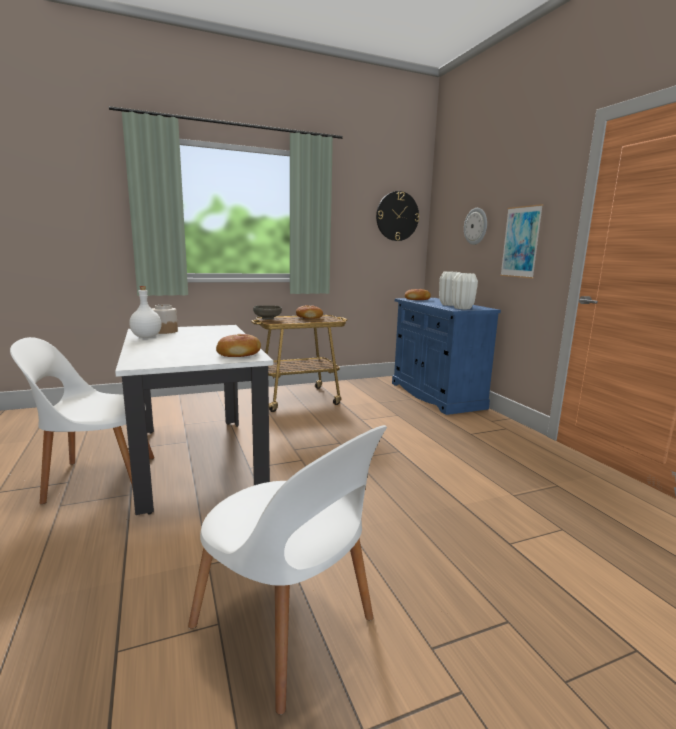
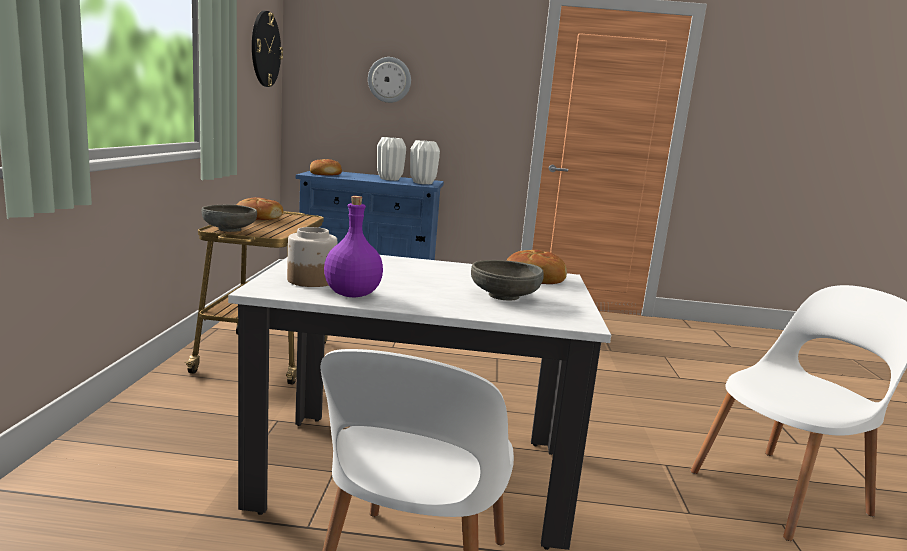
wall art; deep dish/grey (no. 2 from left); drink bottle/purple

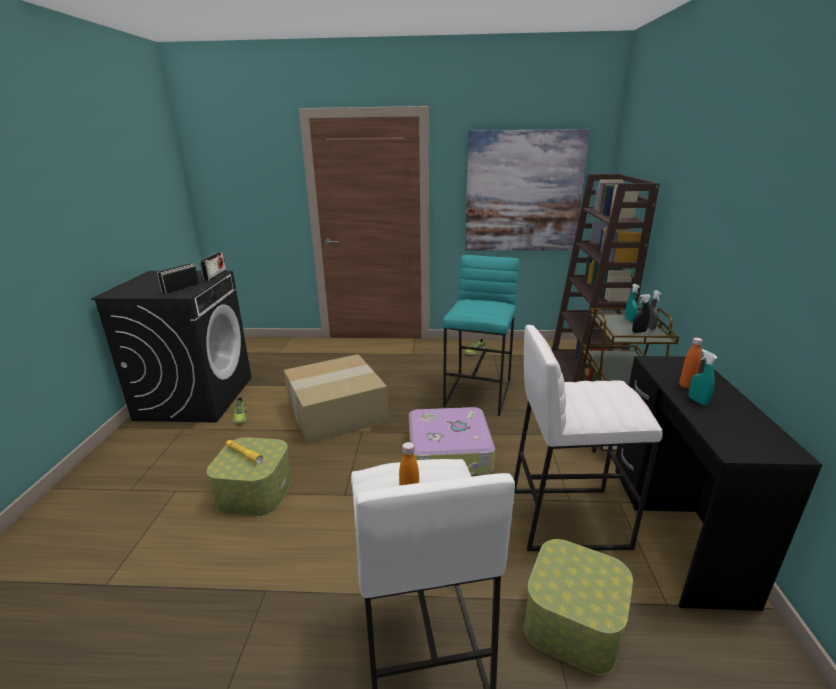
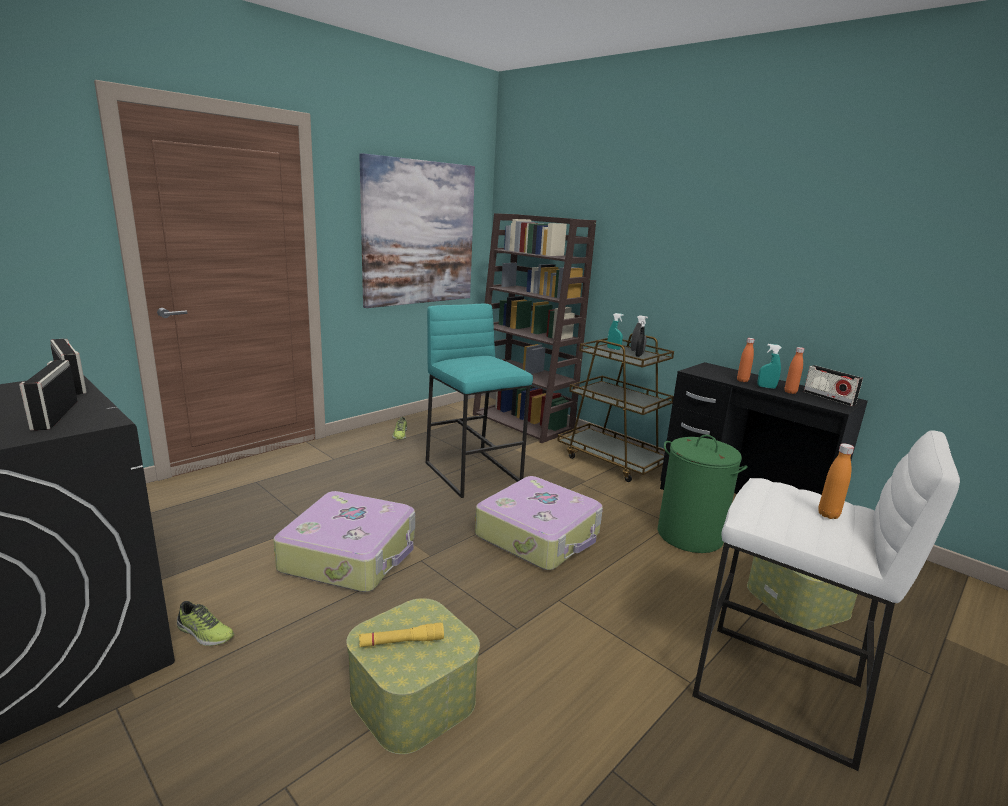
drink bottle/orangey (no. 2 from left); radio (no. 3 from left); travel case (no. 1 from left); laundry basket/greenish

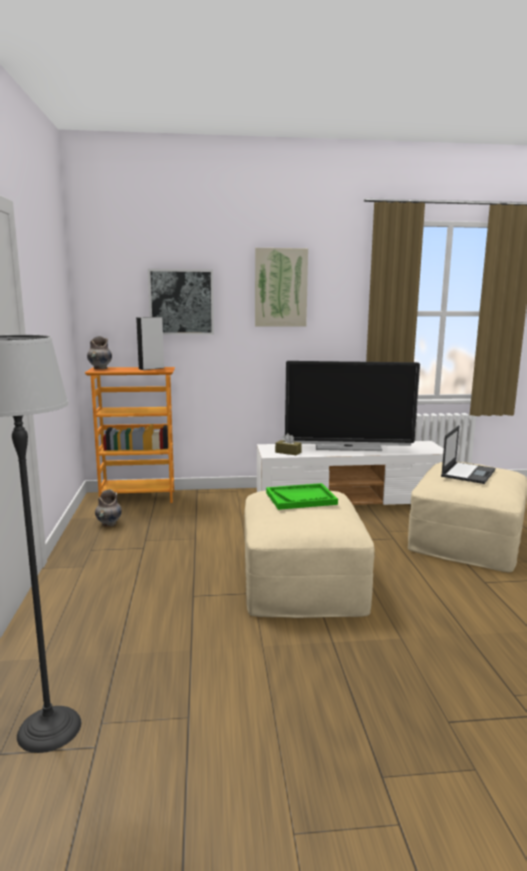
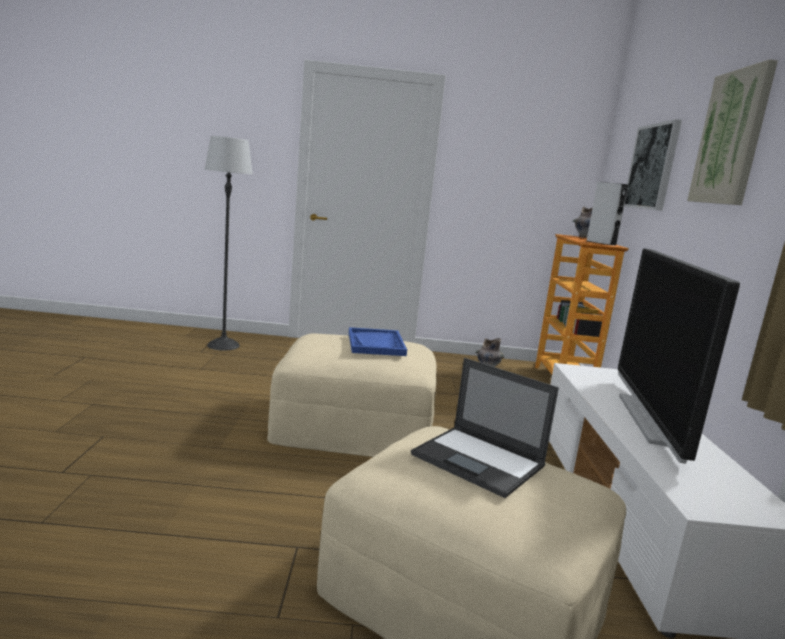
box of tissues/brown-coloured; serving tray/bluish

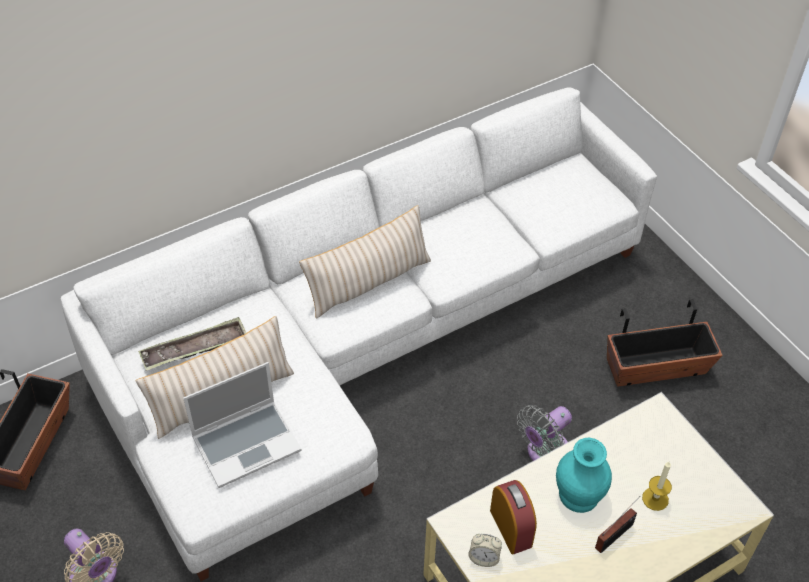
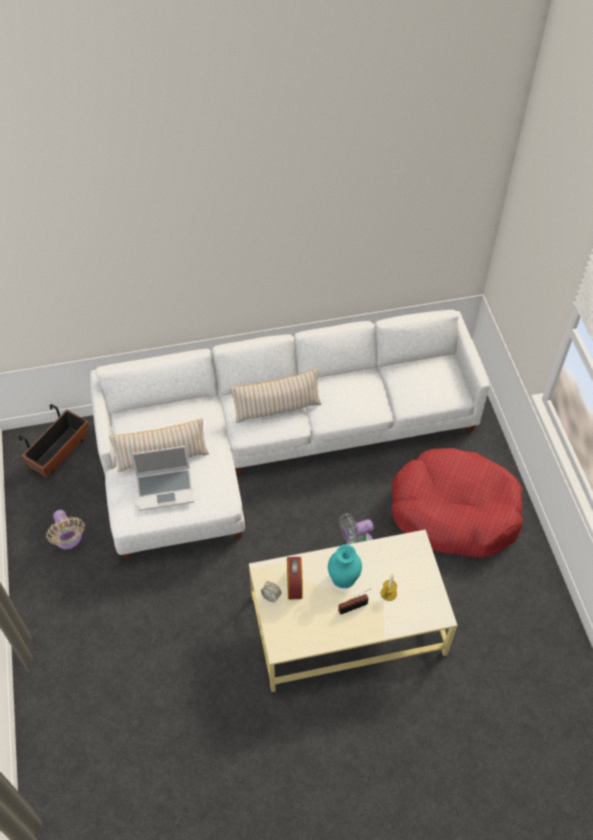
serving tray; pet bed/red

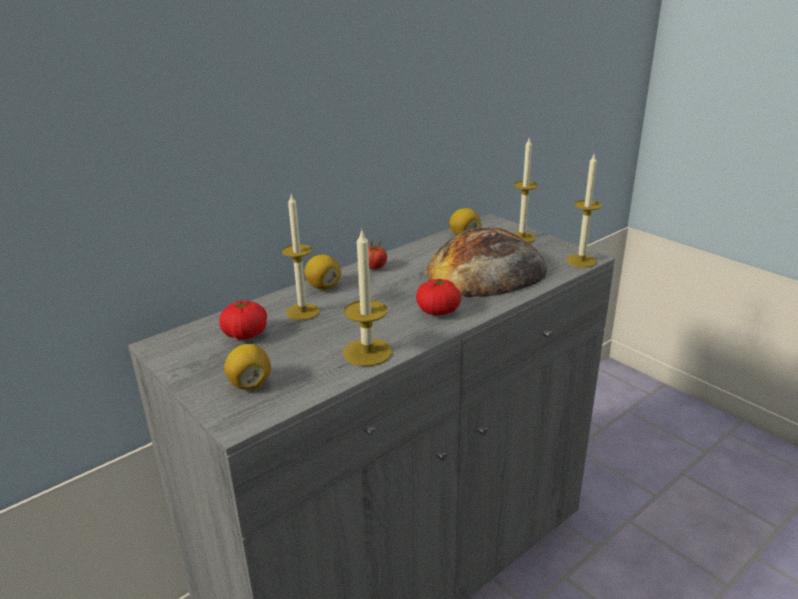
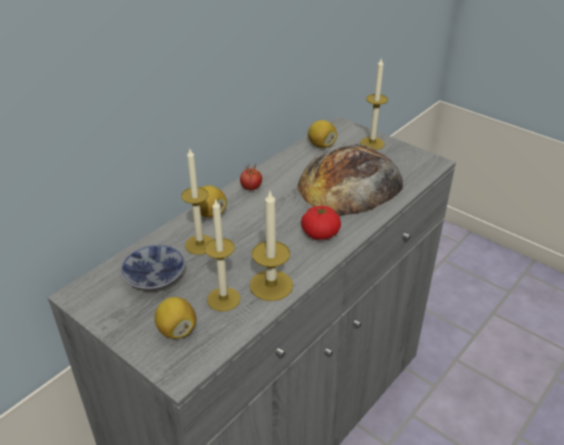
candle (no. 2 from left); deep dish

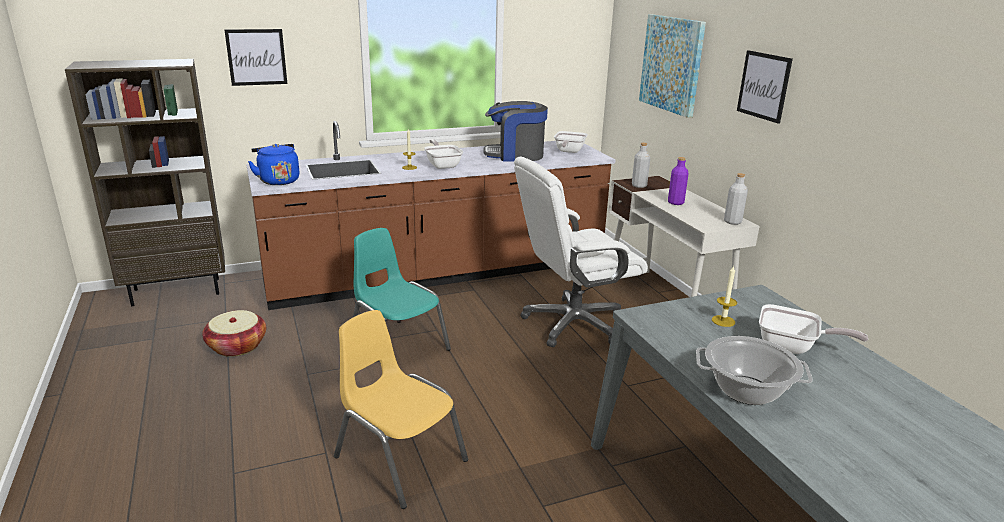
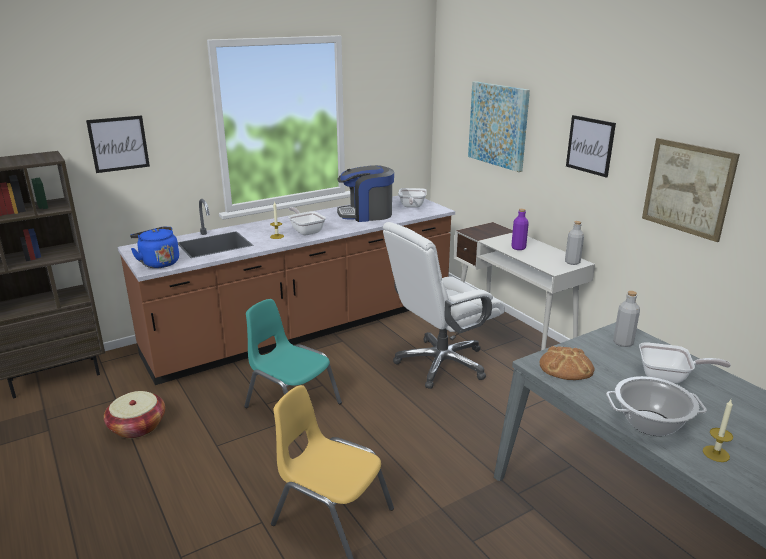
baked bread; wall art (no. 4 from left); drink bottle/grey (no. 2 from left); candle (no. 2 from left)

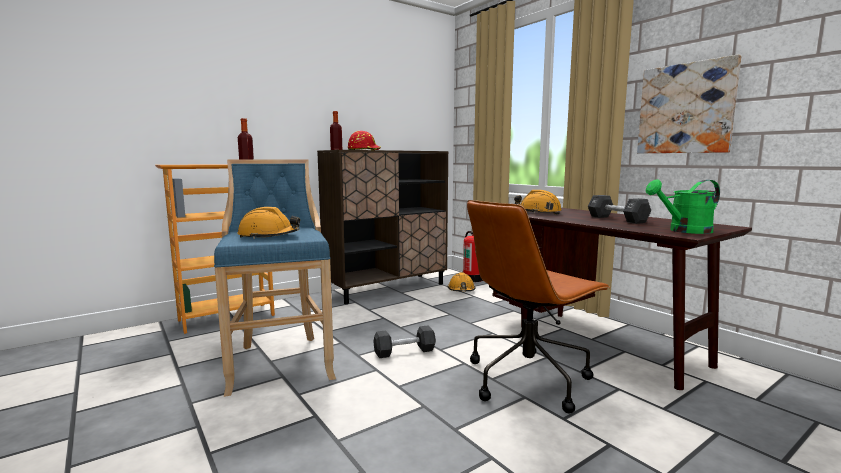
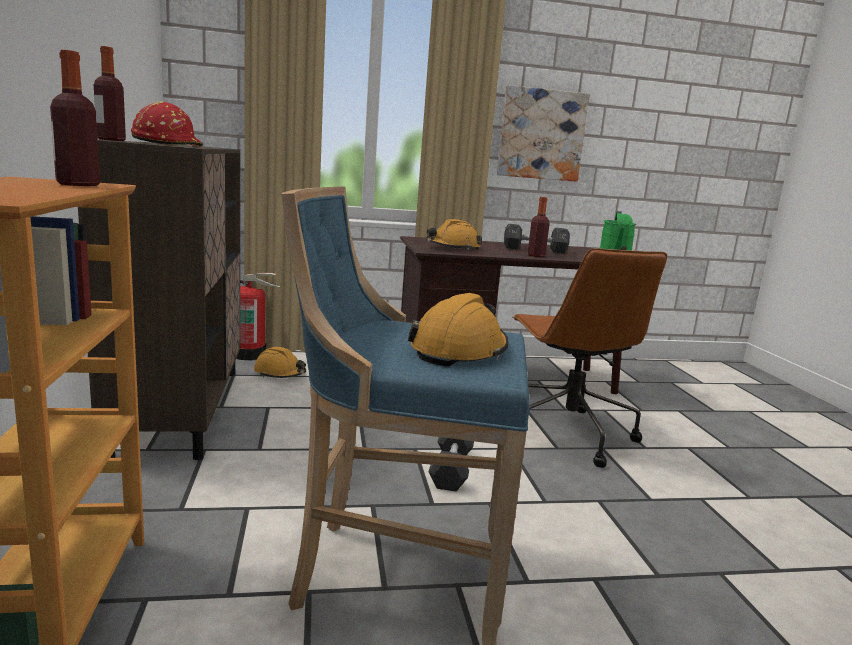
drink bottle (no. 3 from left)

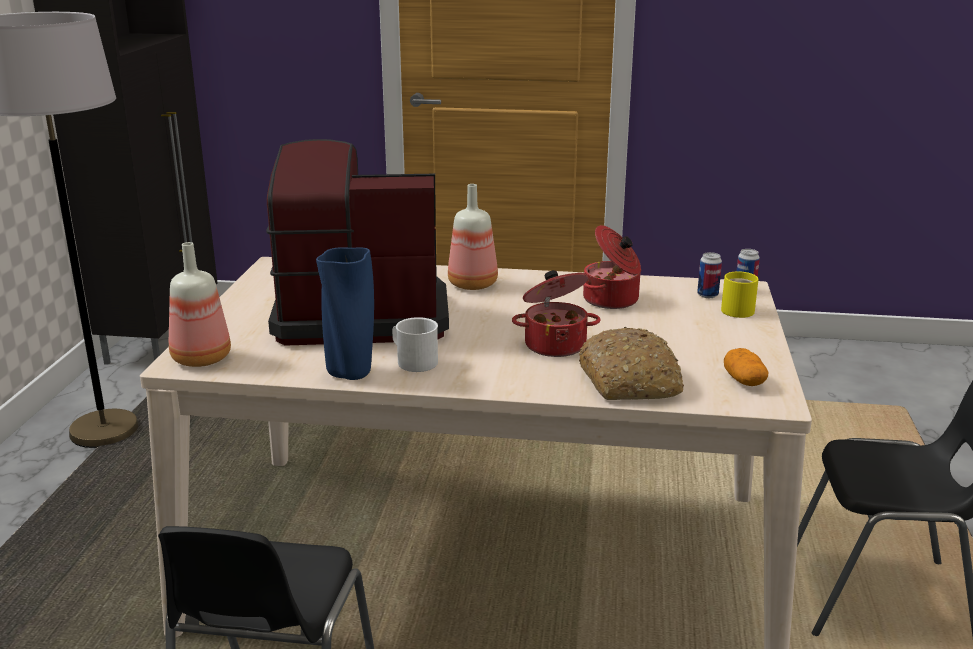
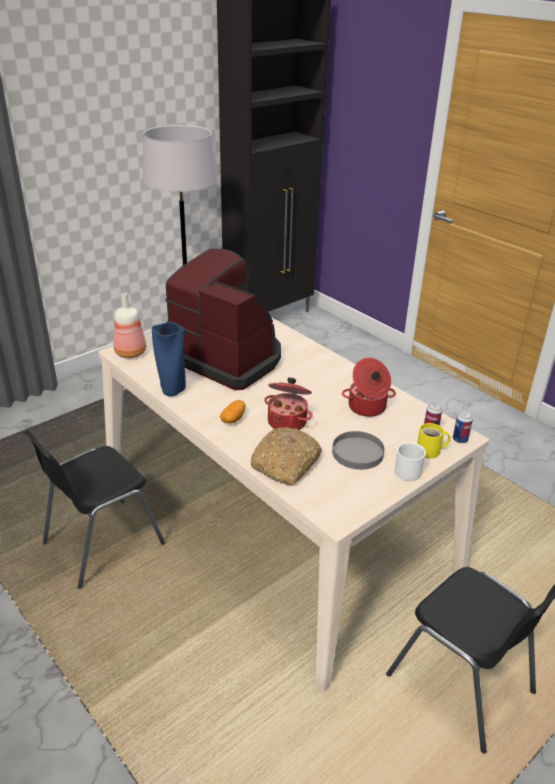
drink bottle (no. 2 from left in the first image); plate/grey; tea mug/white; potato

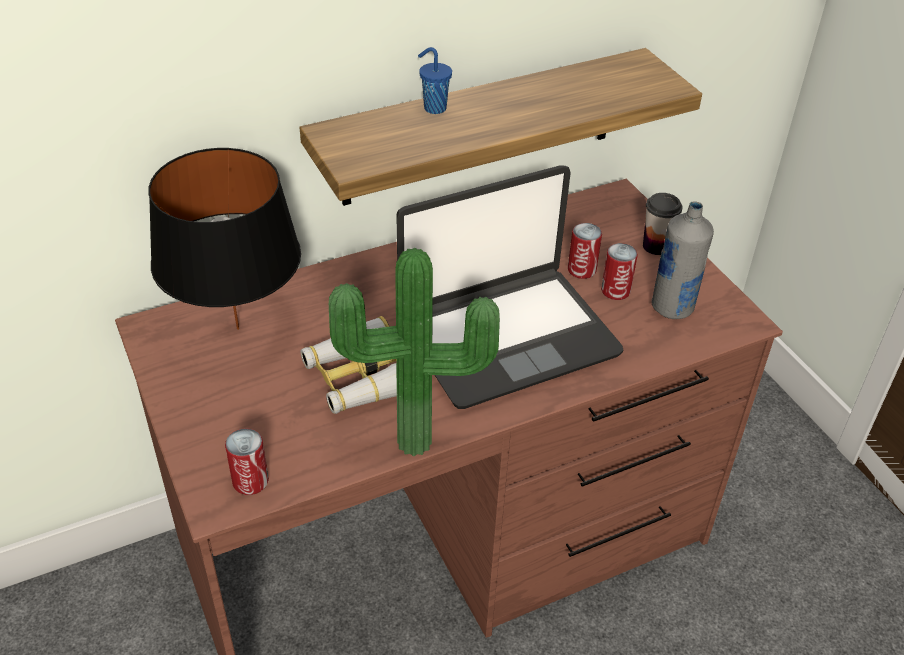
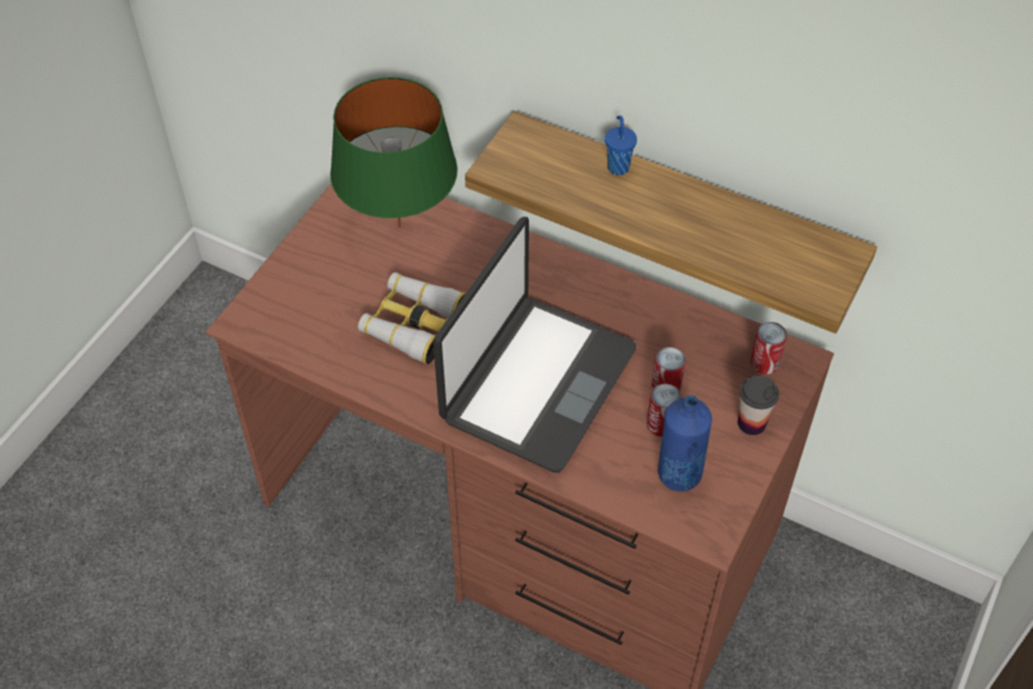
potted plant; metal can (no. 3 from left); table lamp/greenish; drink bottle/bluish; laptop

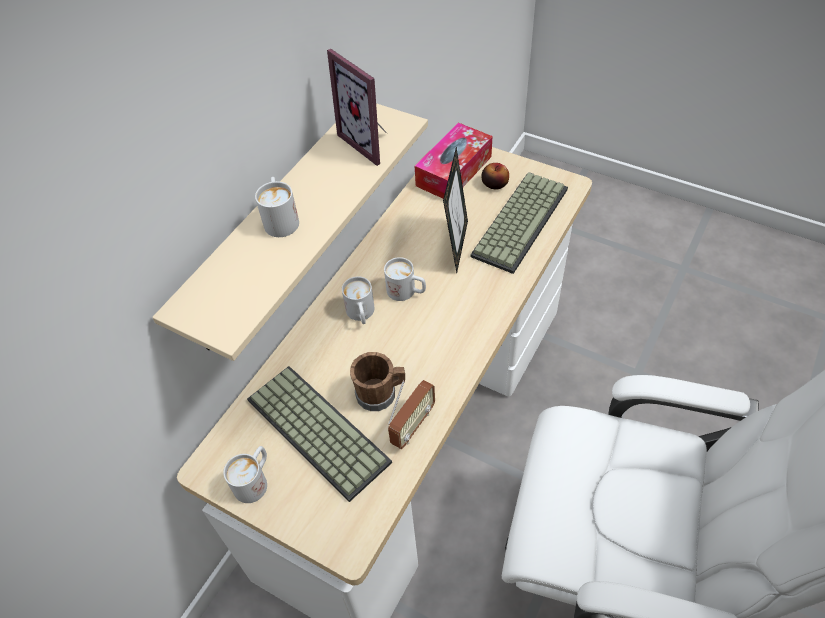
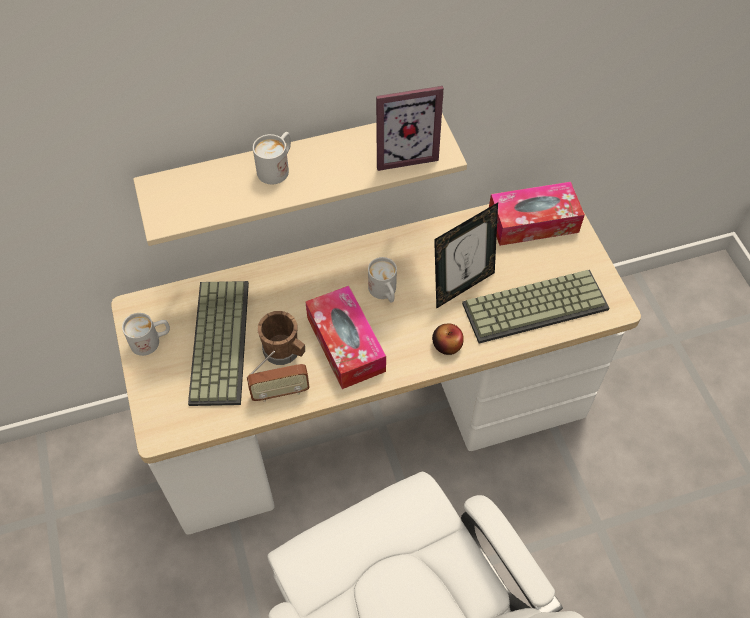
tea mug/white (no. 3 from left in the first image); box of tissues (no. 1 from left); apple; picture frame (no. 1 from left)

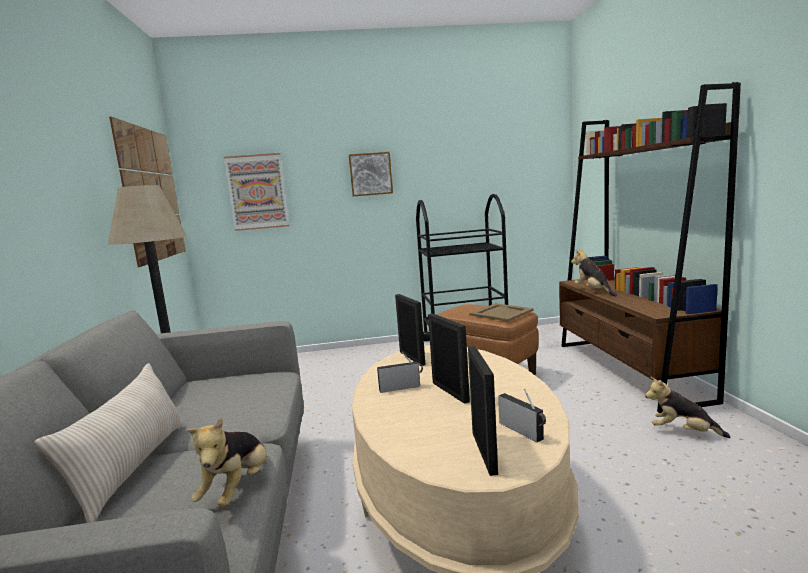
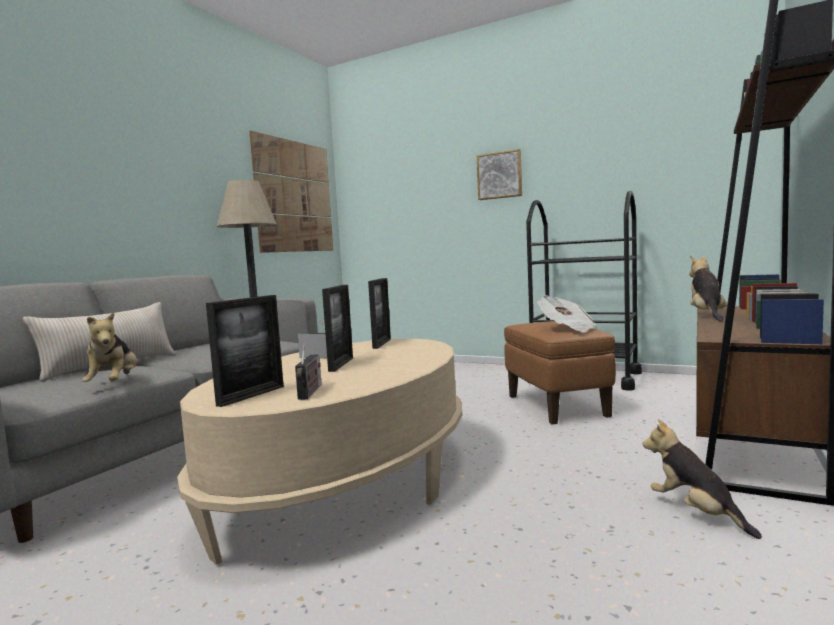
wall art (no. 2 from left in the first image); printed paper; soft toy (no. 1 from left)

